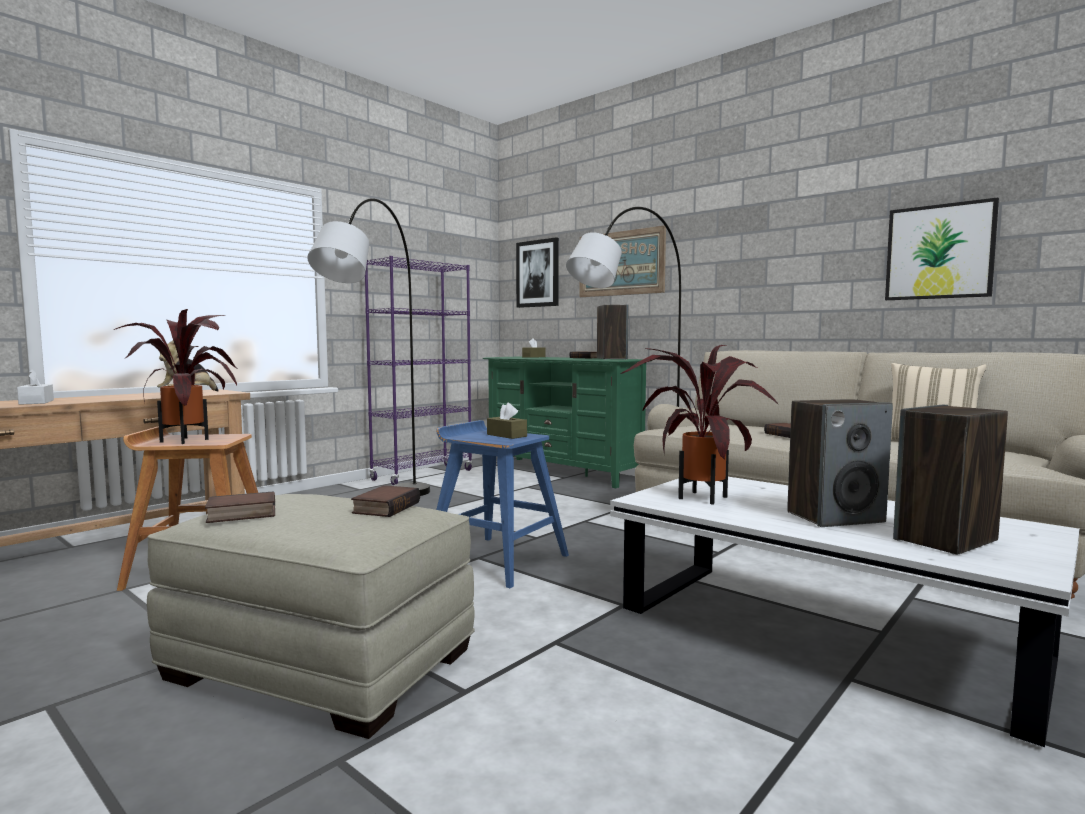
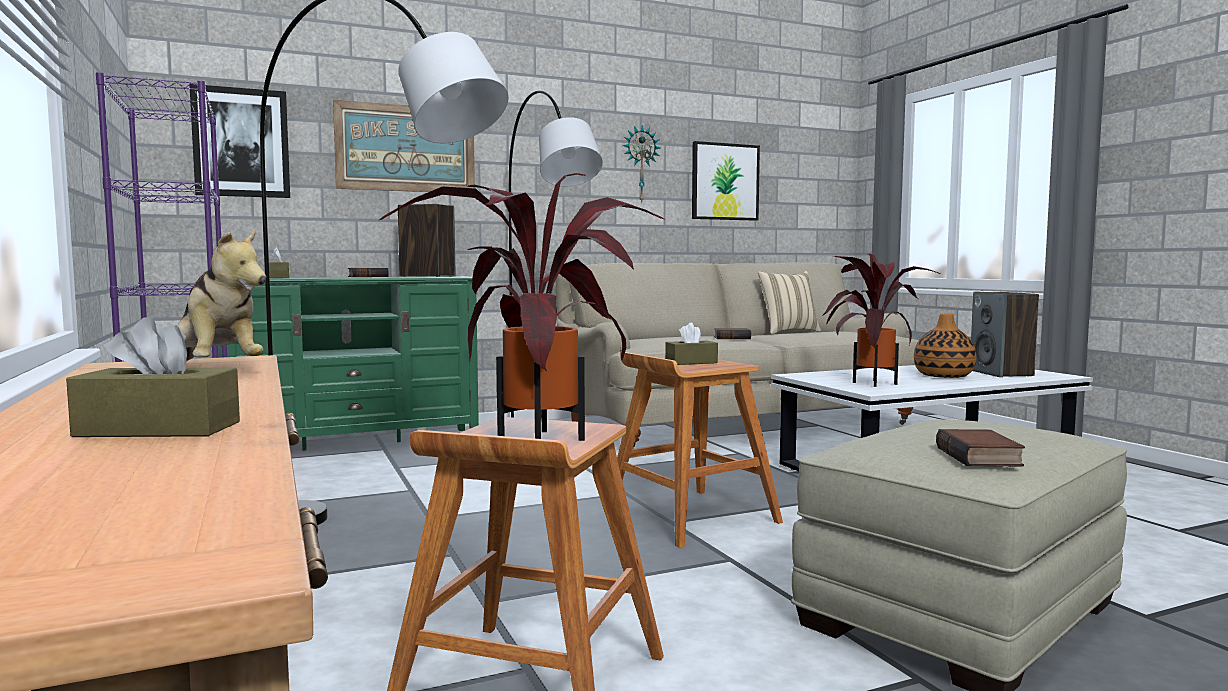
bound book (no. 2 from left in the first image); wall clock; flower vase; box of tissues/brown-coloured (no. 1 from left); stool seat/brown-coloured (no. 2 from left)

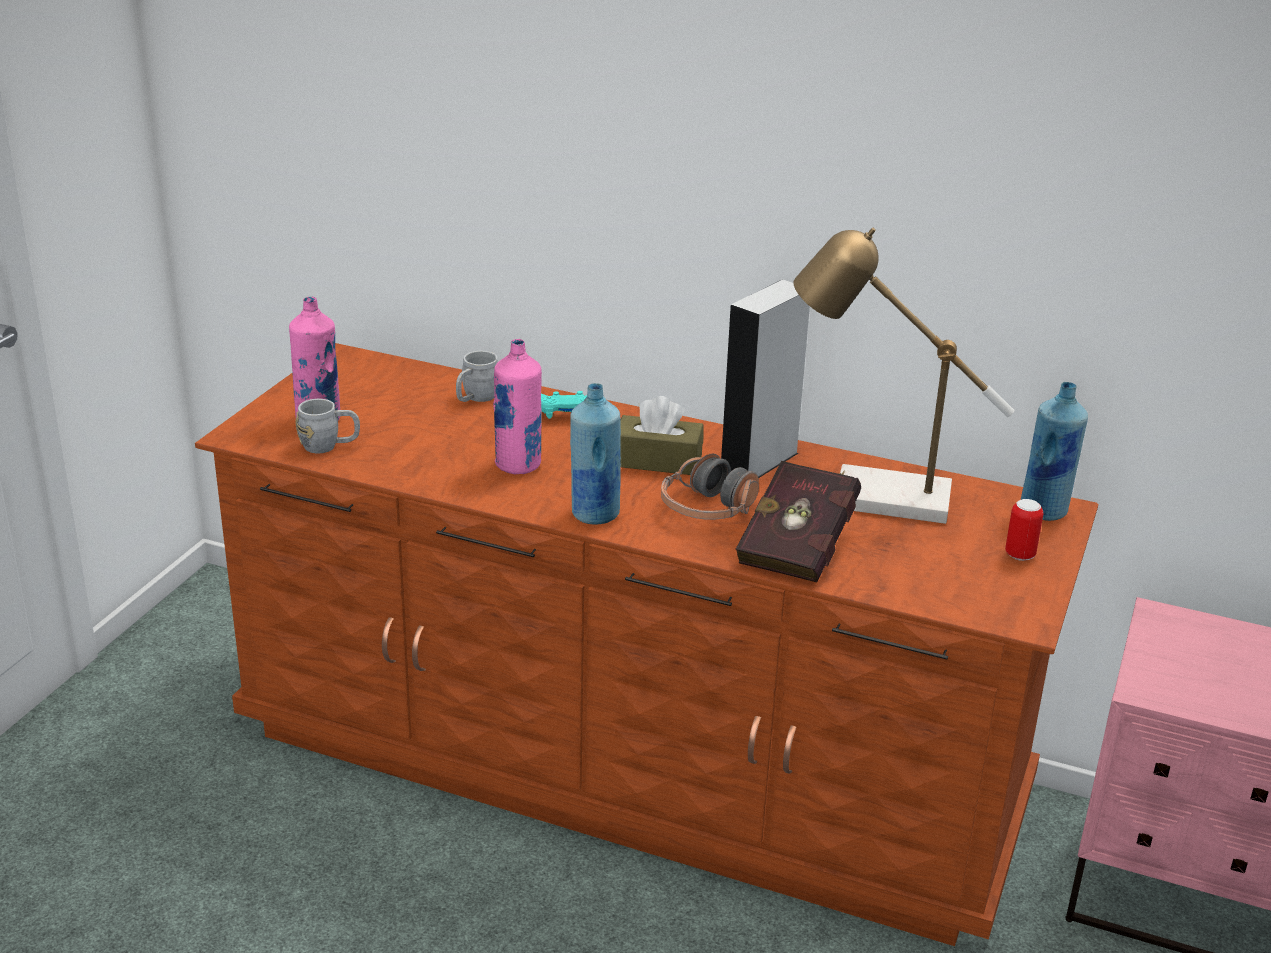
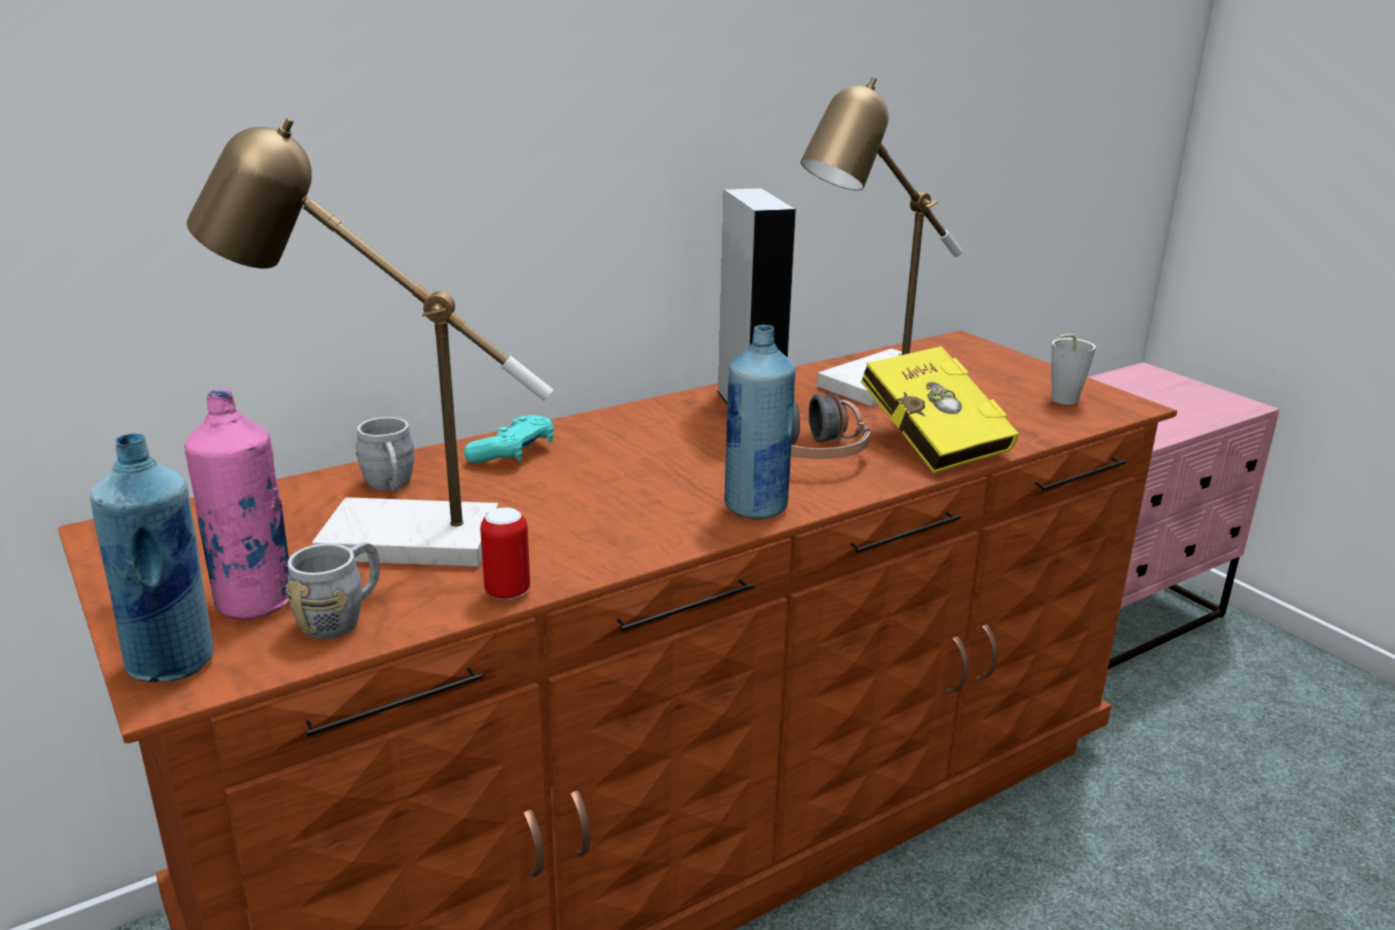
drink bottle/pink-coloured (no. 2 from left in the first image); box of tissues/brown-coloured; table lamp (no. 1 from left); small cup/grey; metal can; drink bottle/bluish (no. 1 from left); bound book/yellowish

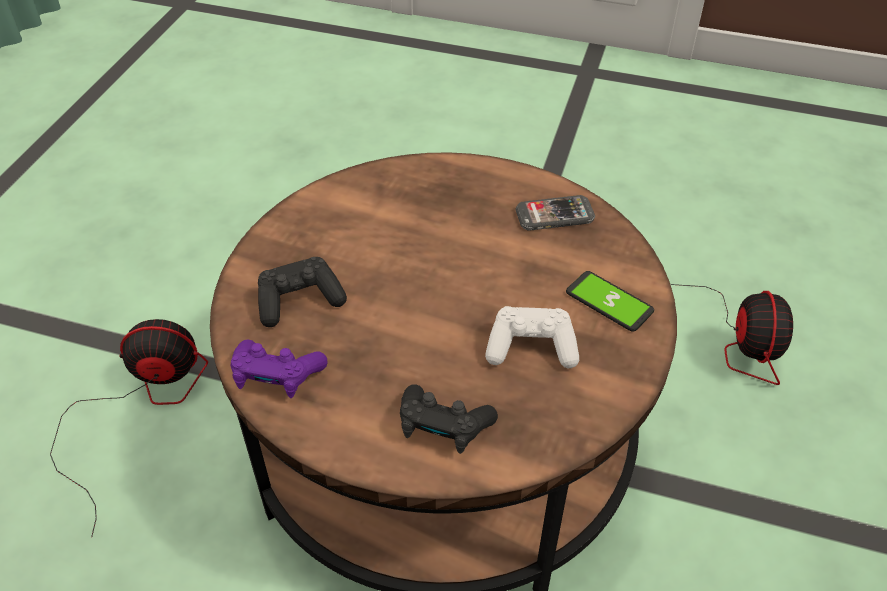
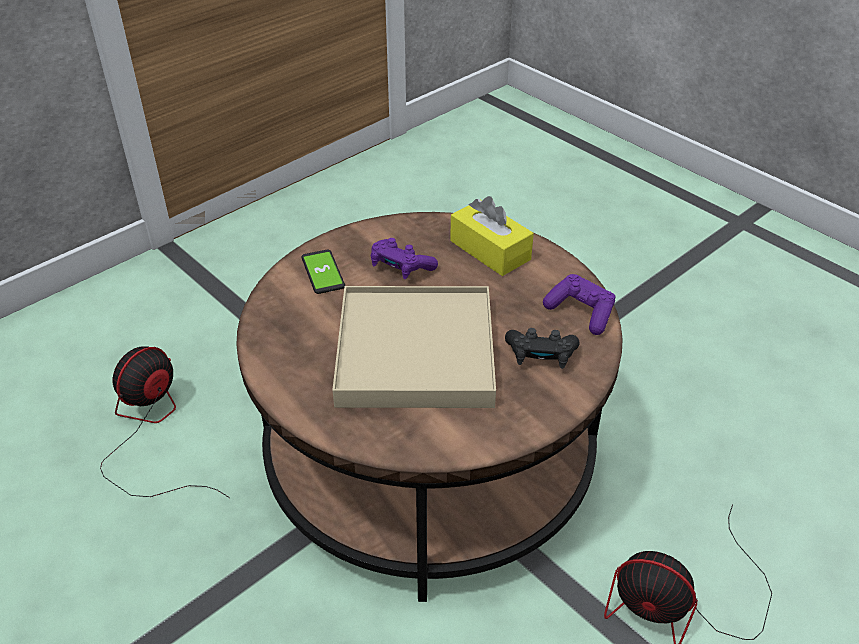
handset (no. 1 from left in the first image); serving tray/sand-coloured; box of tissues/yellowish; joypad/purple (no. 1 from left)

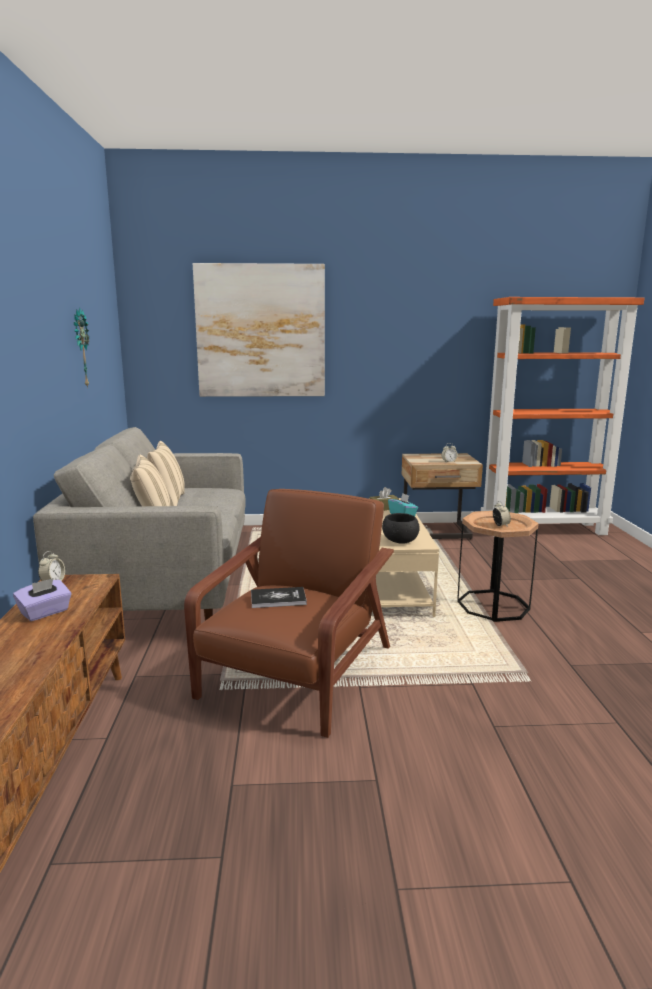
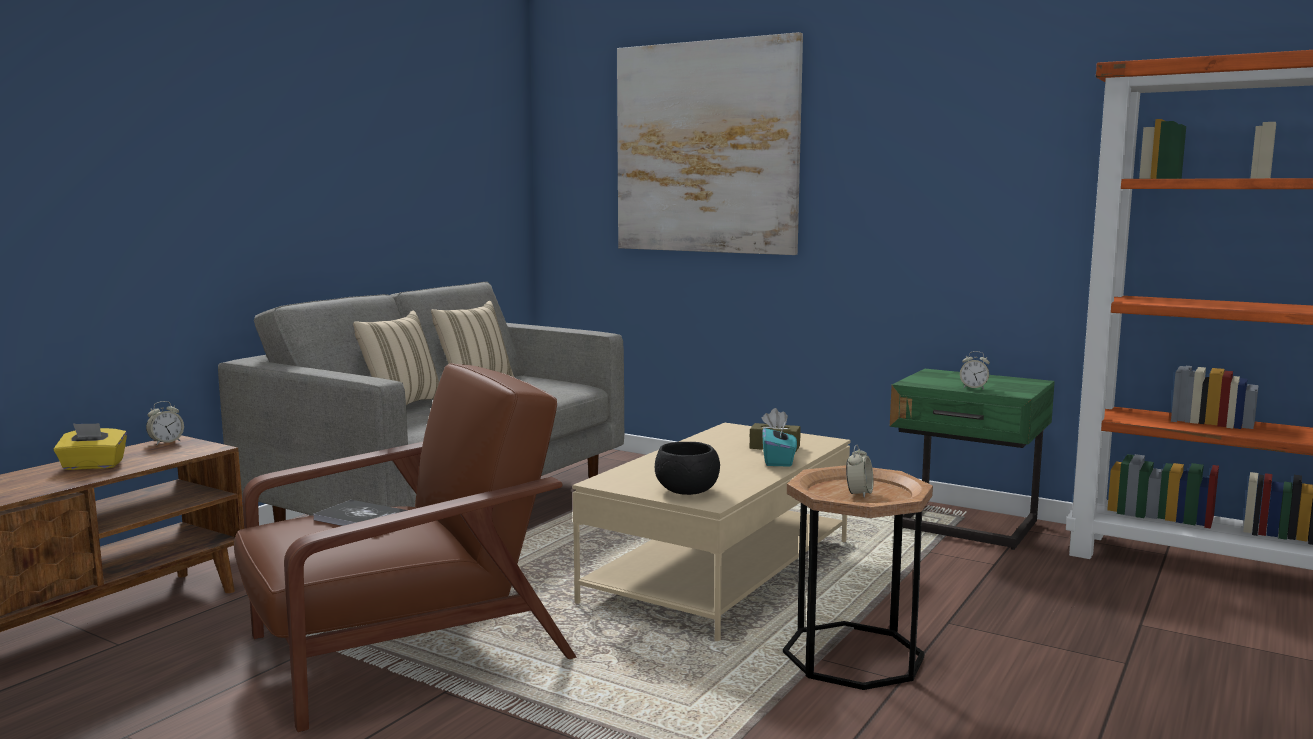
wall clock; box of tissues/yellowish; night table/greenish

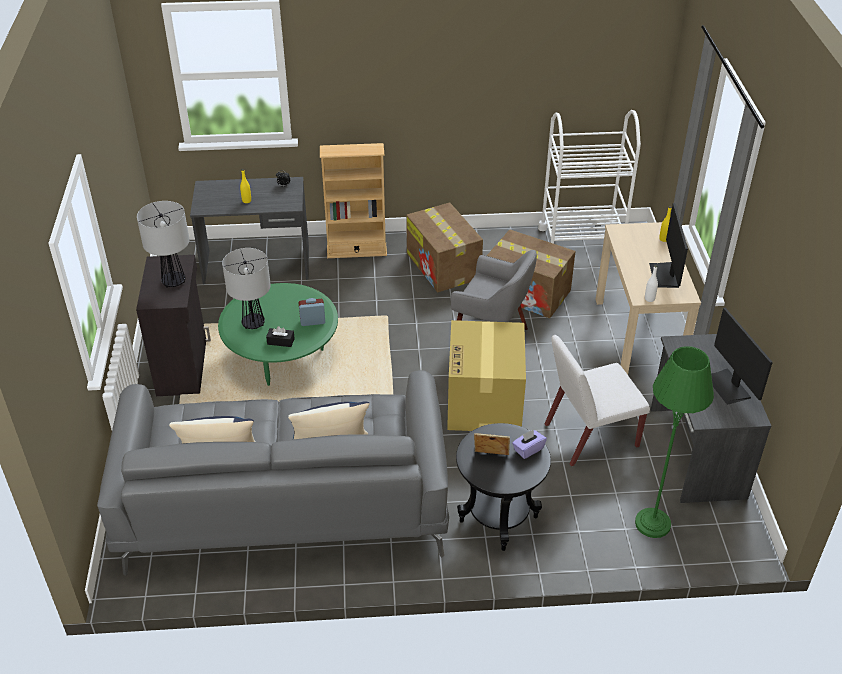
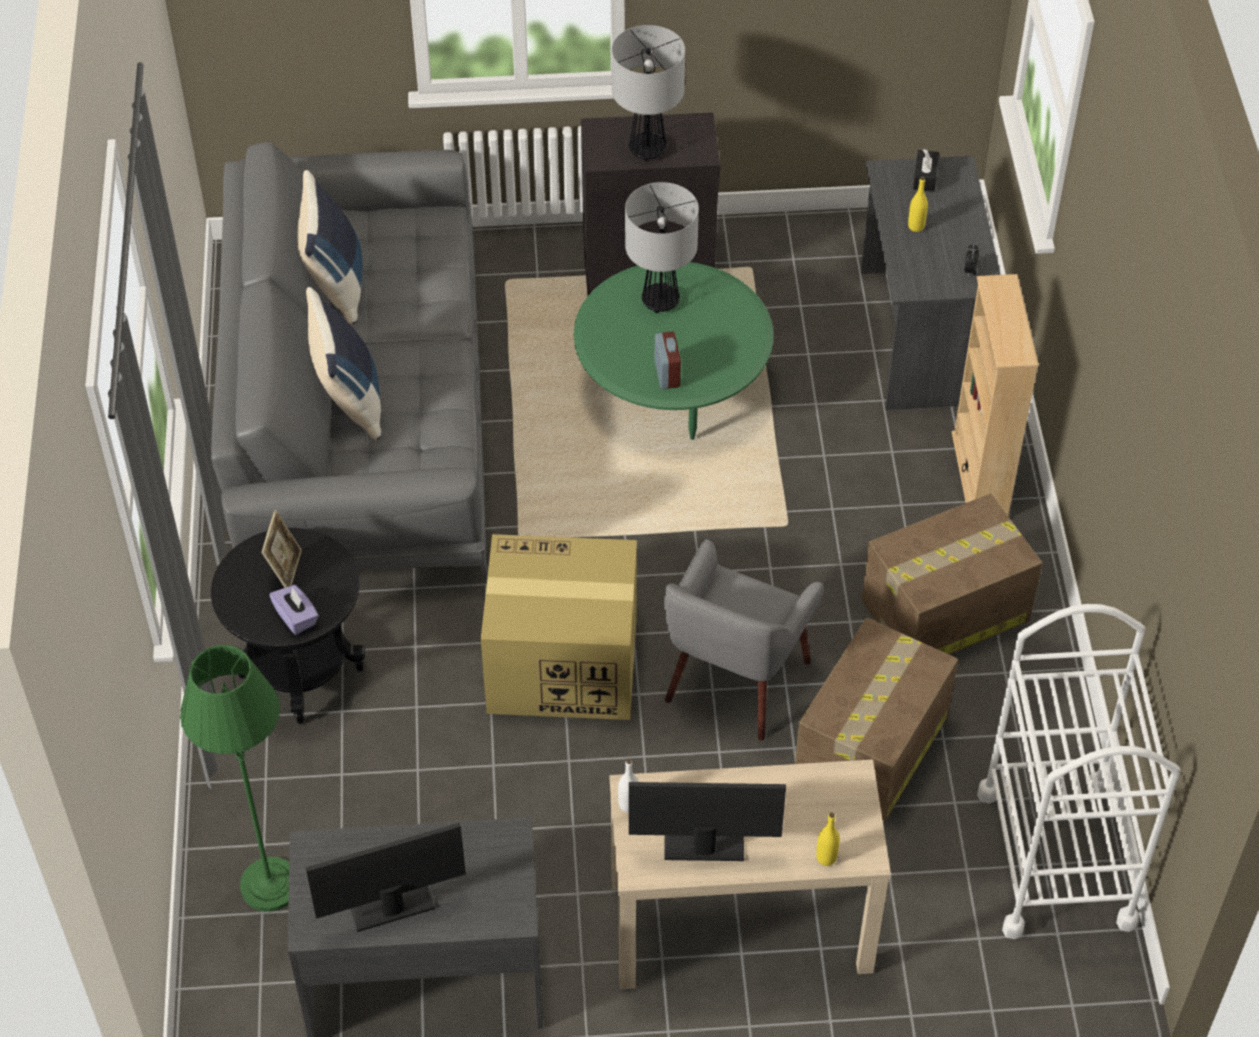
plain chair/white; box of tissues/blackish

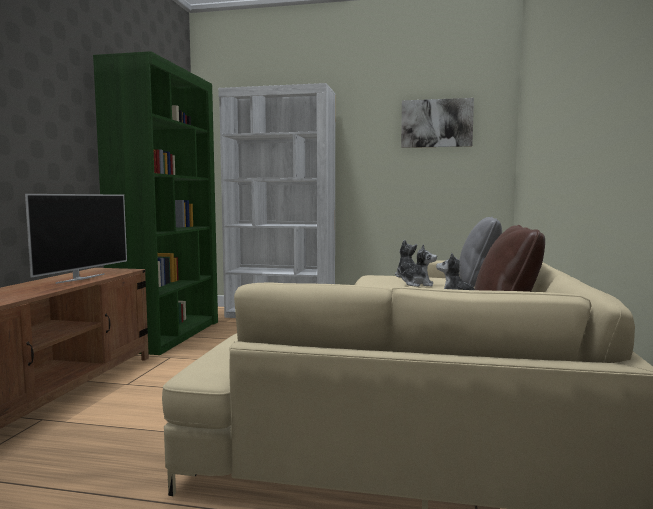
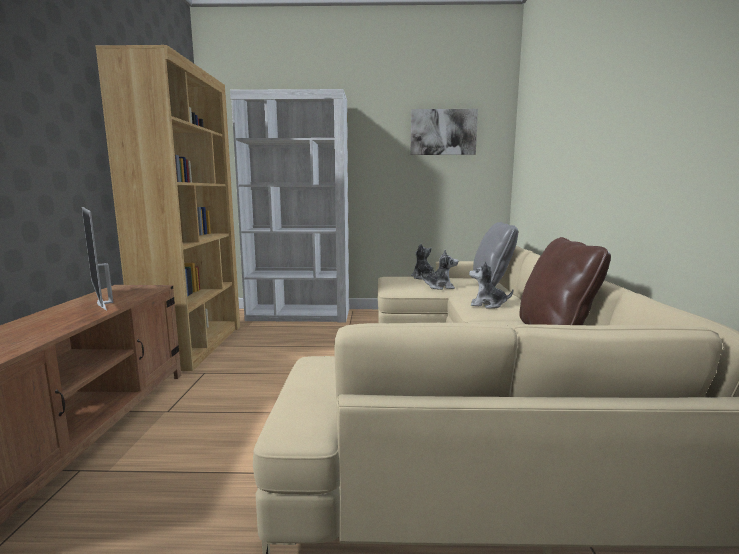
bookcase/brown-coloured; TV

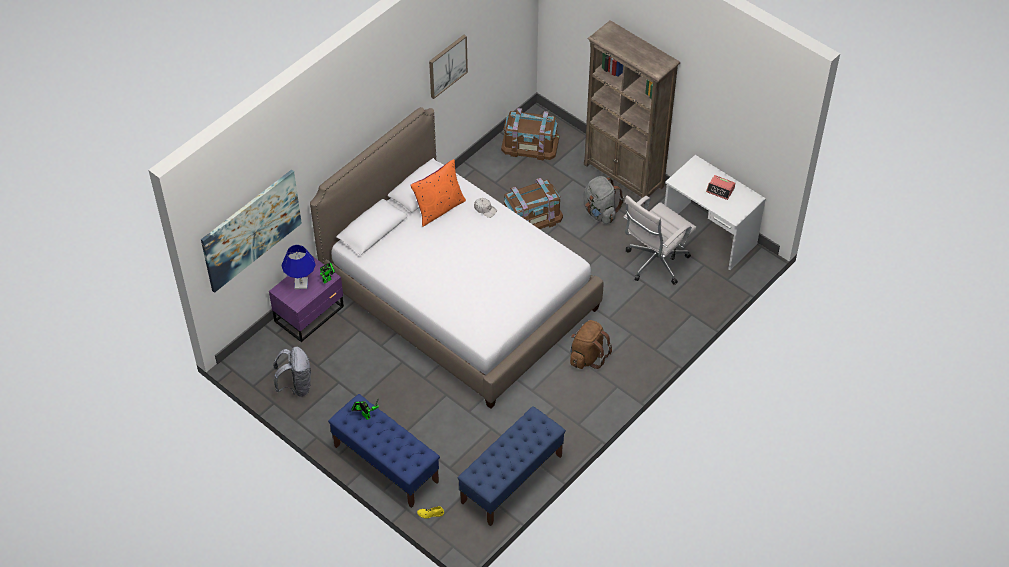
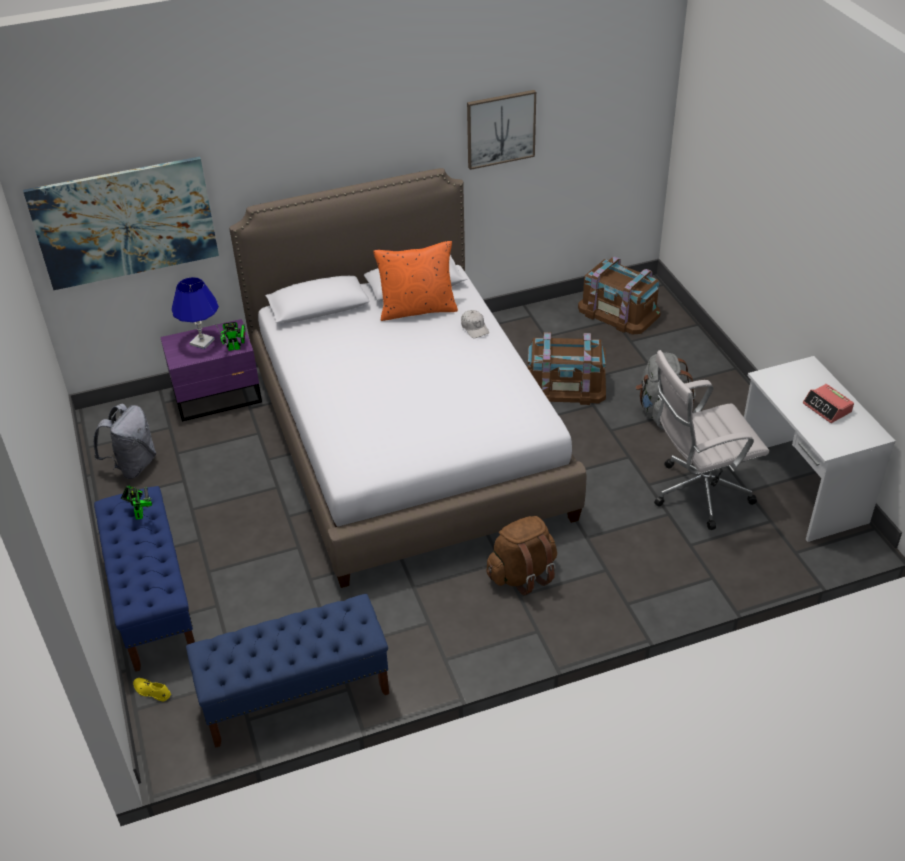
bookcase/brown-coloured

